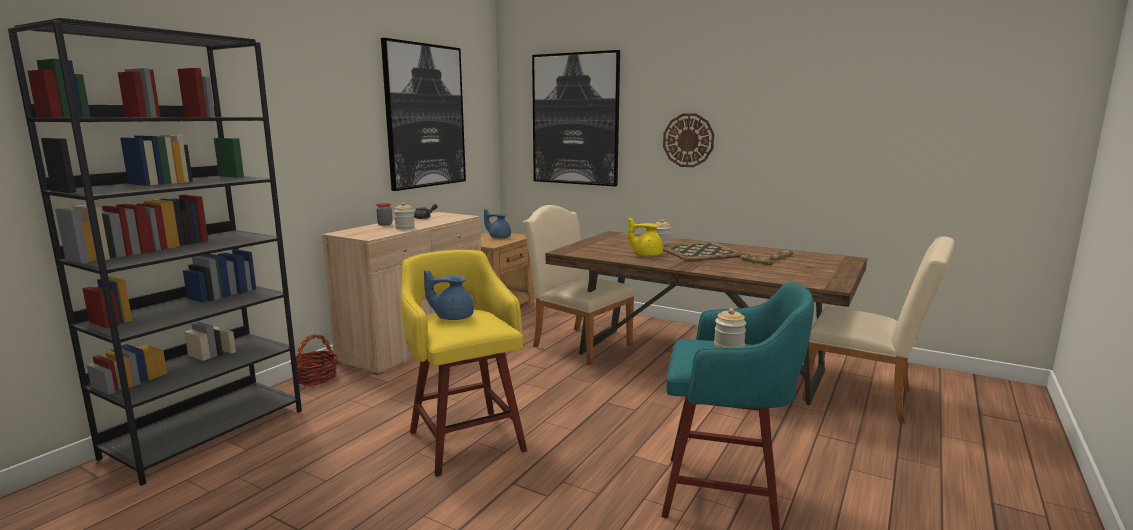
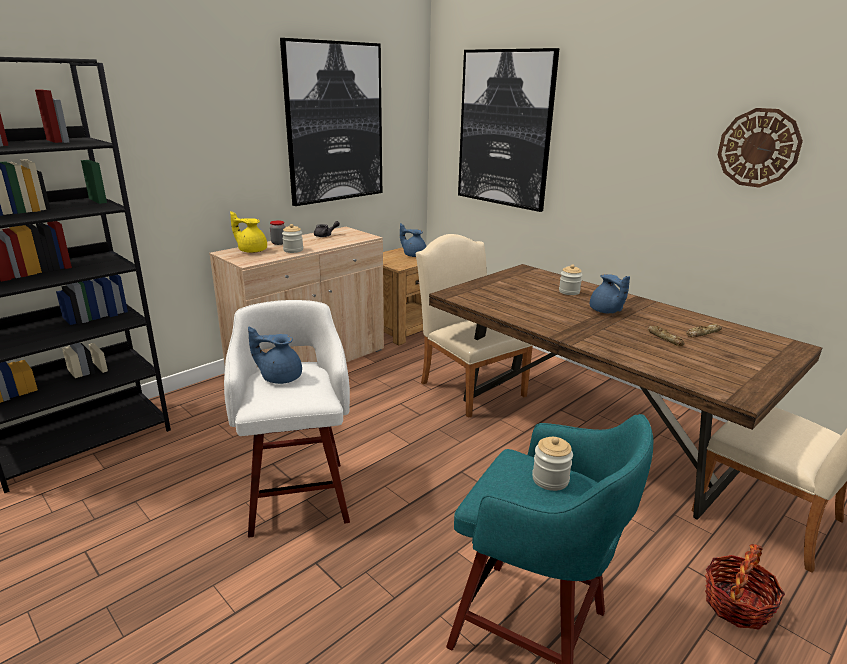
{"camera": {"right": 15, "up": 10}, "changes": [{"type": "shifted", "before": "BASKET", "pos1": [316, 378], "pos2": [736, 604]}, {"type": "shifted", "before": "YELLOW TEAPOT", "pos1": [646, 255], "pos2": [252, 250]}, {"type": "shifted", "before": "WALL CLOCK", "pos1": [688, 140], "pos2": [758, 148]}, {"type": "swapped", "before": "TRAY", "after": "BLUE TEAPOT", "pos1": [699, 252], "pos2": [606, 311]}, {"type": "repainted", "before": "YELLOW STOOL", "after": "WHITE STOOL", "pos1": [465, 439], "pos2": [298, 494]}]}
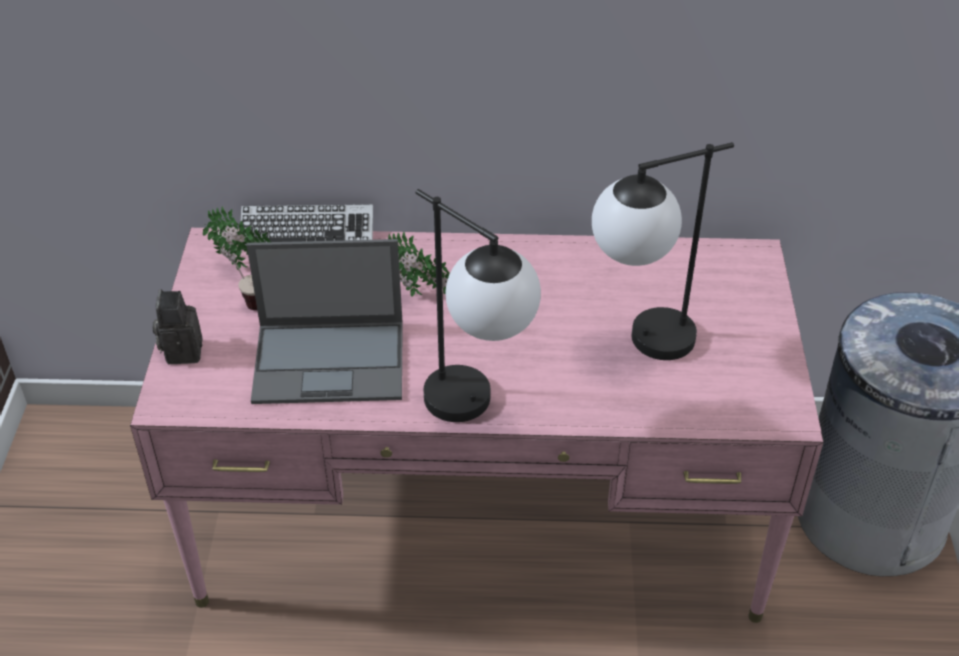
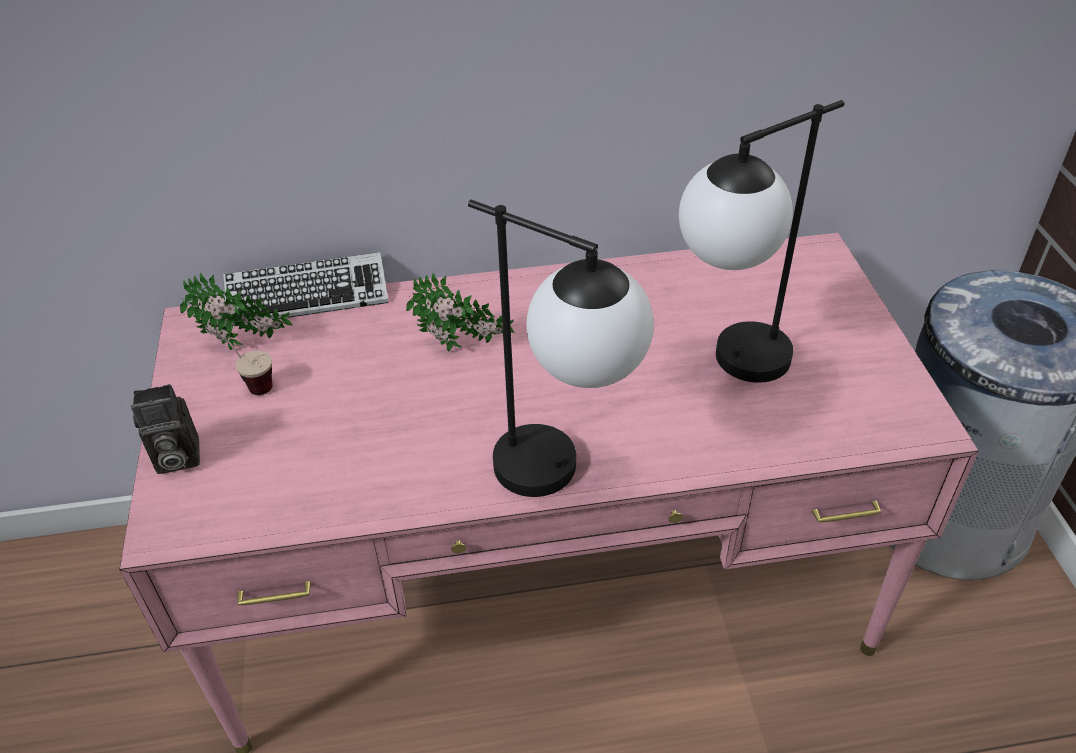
{"camera": {"right": -10, "up": 0}, "changes": [{"type": "gone", "before": "LAPTOP", "pos1": [331, 361]}, {"type": "rotated", "before": "PHOTO CAMERA", "pos1": [181, 350], "pos2": [175, 459], "turn": -90}]}
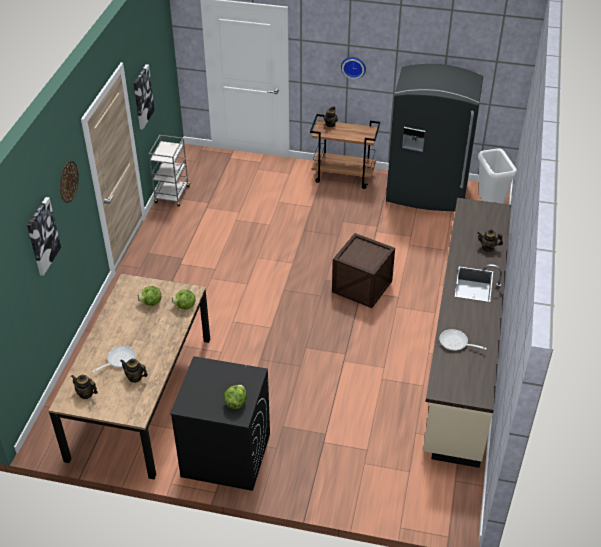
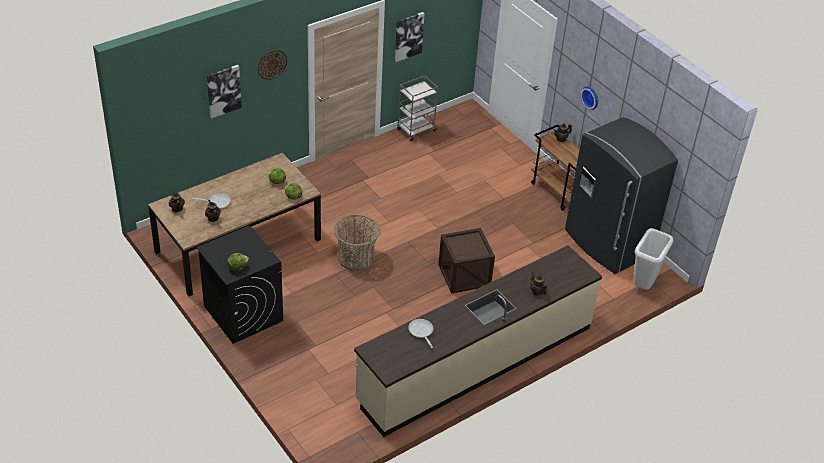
{"camera": {"right": 40, "up": 0}, "changes": [{"type": "new", "after": "BASKET", "pos2": [356, 257]}]}
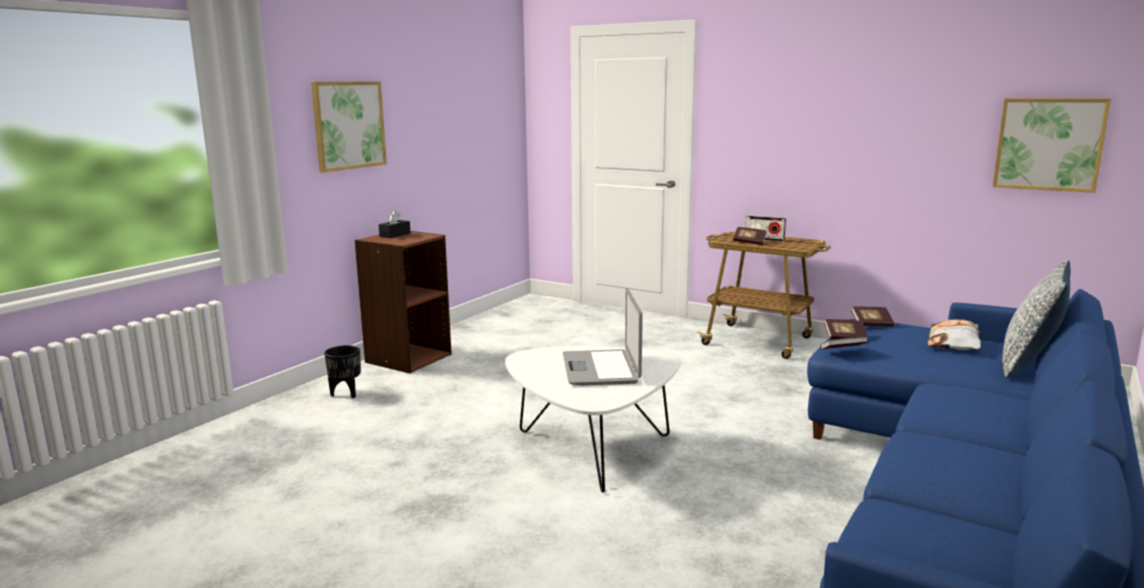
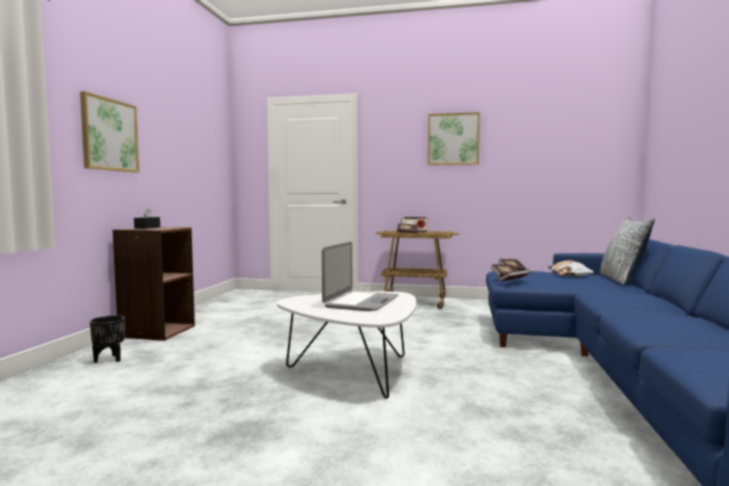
{"camera": {"right": -20, "up": -10}, "changes": [{"type": "shifted", "before": "PICTURE", "pos1": [1049, 144], "pos2": [453, 139]}, {"type": "rotated", "before": "LAPTOP", "pos1": [601, 369], "pos2": [361, 302], "turn": -135}]}
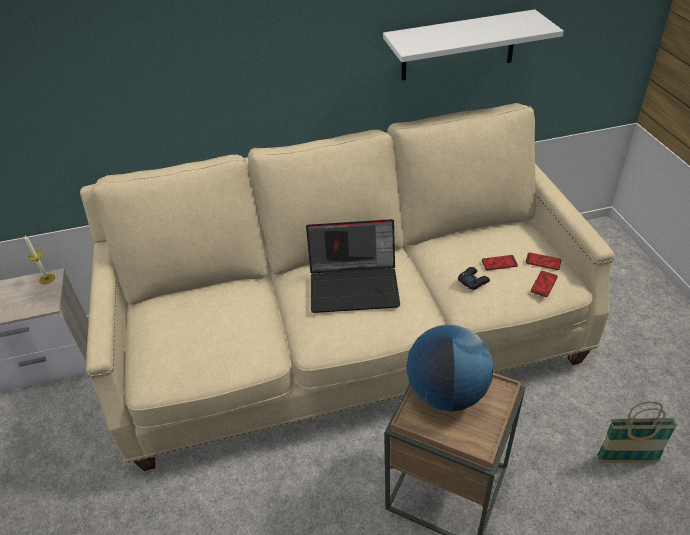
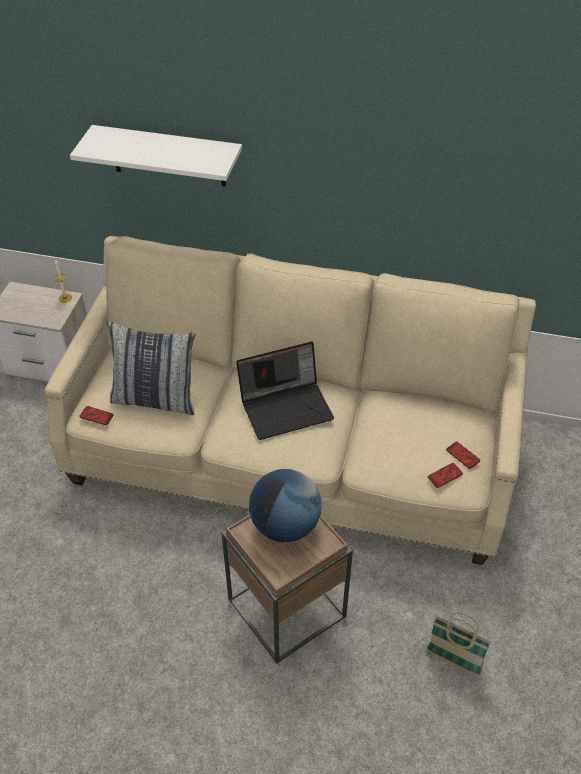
{"camera": {"right": 25, "up": 5}, "changes": [{"type": "gone", "before": "BLACK GAME CONTROLLER", "pos1": [473, 281]}, {"type": "new", "after": "PILLOW", "pos2": [155, 399]}, {"type": "shifted", "before": "WHITE SHELF", "pos1": [458, 46], "pos2": [168, 156]}, {"type": "shifted", "before": "PHONE", "pos1": [499, 263], "pos2": [96, 416]}, {"type": "rotated", "before": "LAPTOP", "pos1": [355, 285], "pos2": [286, 407], "turn": -45}]}
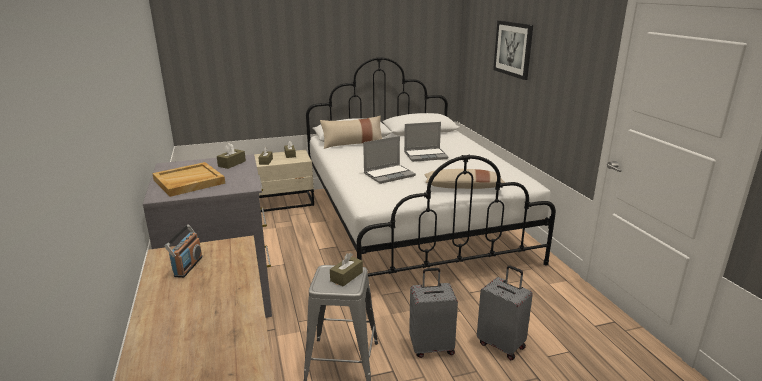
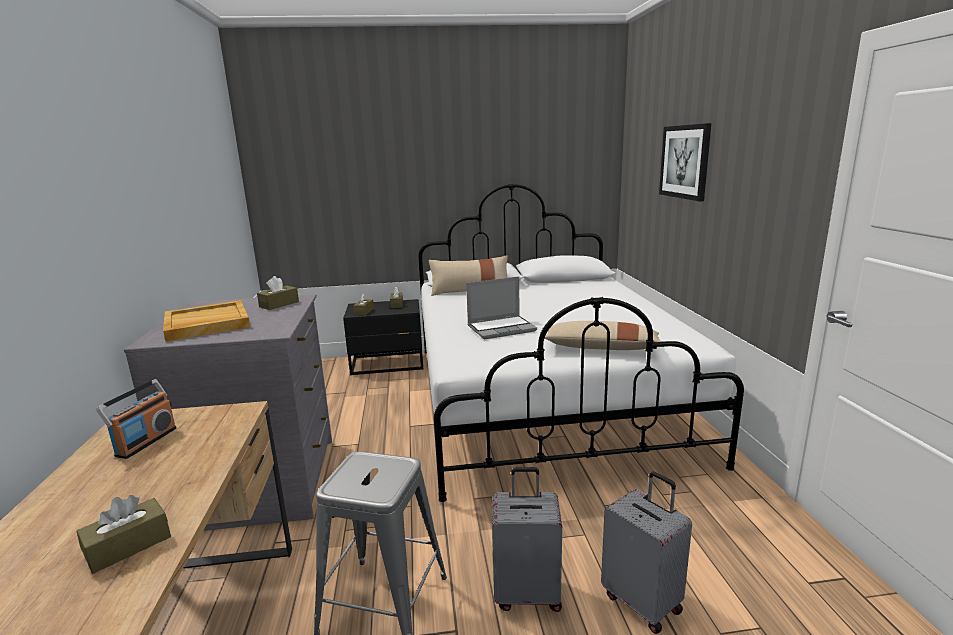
{"camera": {"right": 10, "up": -5}, "changes": [{"type": "gone", "before": "LAPTOP", "pos1": [426, 155]}, {"type": "shifted", "before": "BROWN TISSUE BOX", "pos1": [346, 276], "pos2": [128, 546]}, {"type": "repainted", "before": "BEIGE NIGHTSTAND", "after": "BLACK NIGHTSTAND", "pos1": [284, 202], "pos2": [388, 364]}]}
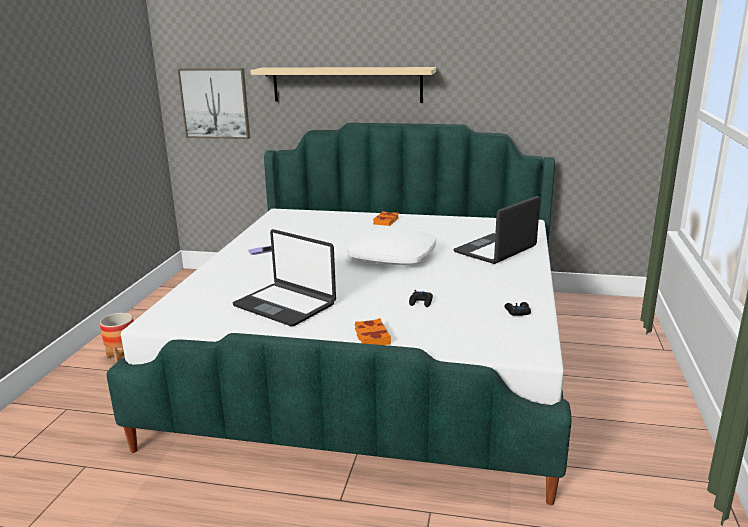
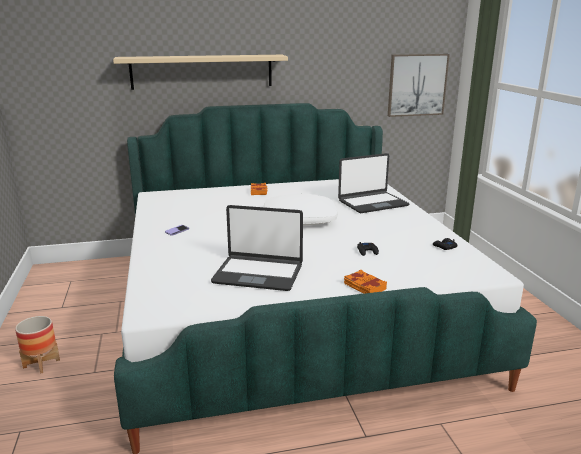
{"camera": {"right": -25, "up": 0}, "changes": [{"type": "shifted", "before": "PICTURE", "pos1": [215, 103], "pos2": [417, 85]}, {"type": "rotated", "before": "LAPTOP", "pos1": [496, 250], "pos2": [372, 203], "turn": -135}]}
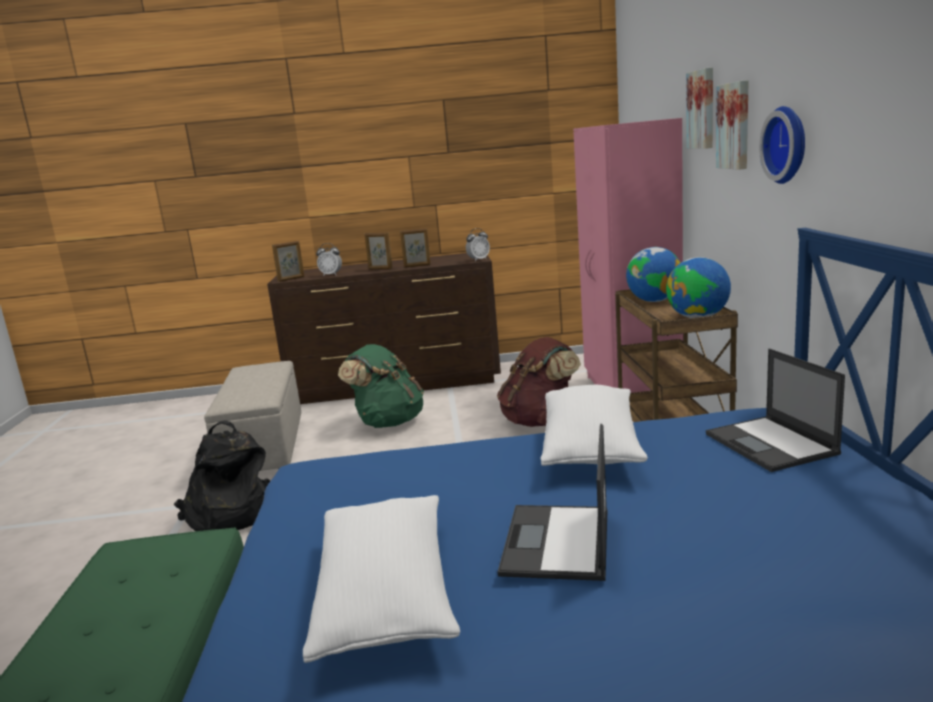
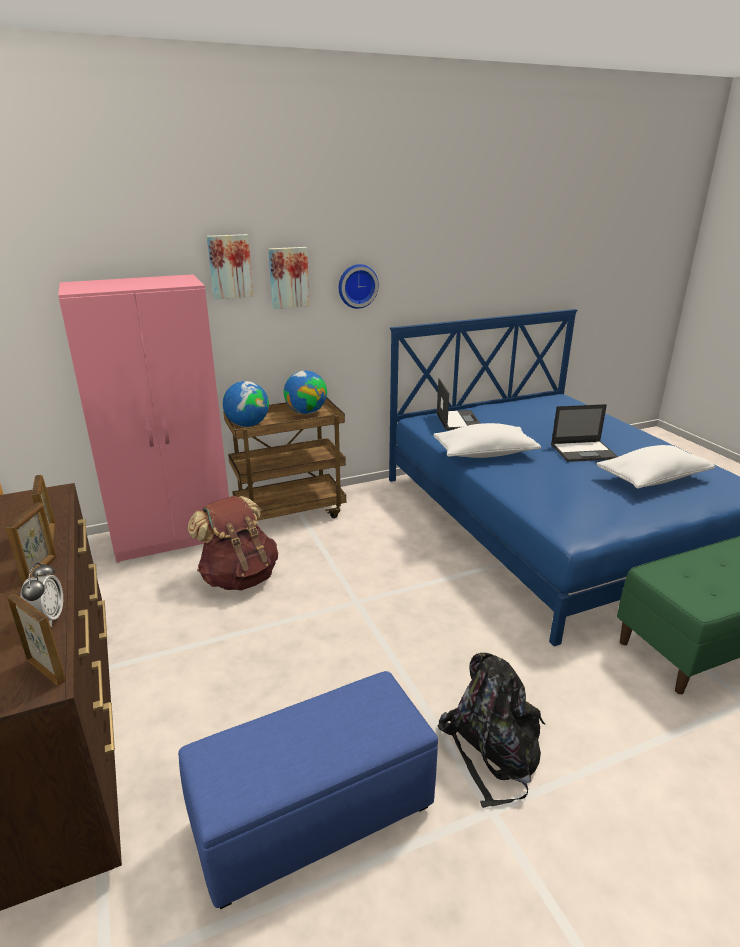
{"camera": {"right": -110, "up": 10}, "changes": [{"type": "gone", "before": "GREEN BACKPACK", "pos1": [388, 422]}, {"type": "gone", "before": "ALARM CLOCK", "pos1": [478, 260]}, {"type": "repainted", "before": "BEIGE OTTOMAN", "after": "BLUE OTTOMAN", "pos1": [264, 448], "pos2": [315, 814]}, {"type": "rotated", "before": "LAPTOP", "pos1": [771, 444], "pos2": [458, 420], "turn": -60}]}
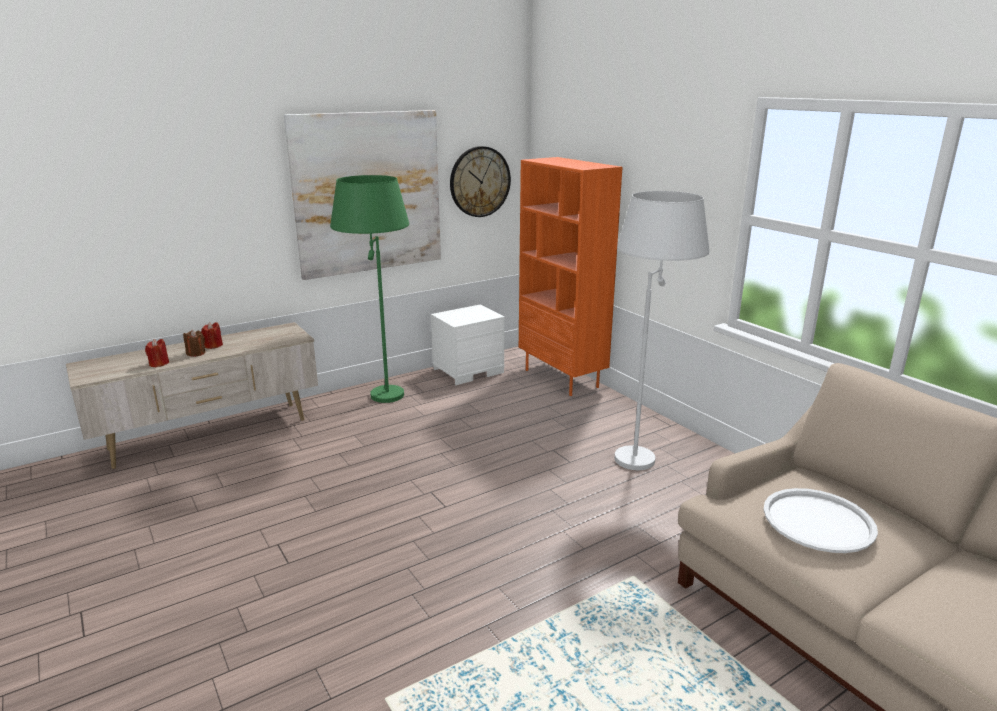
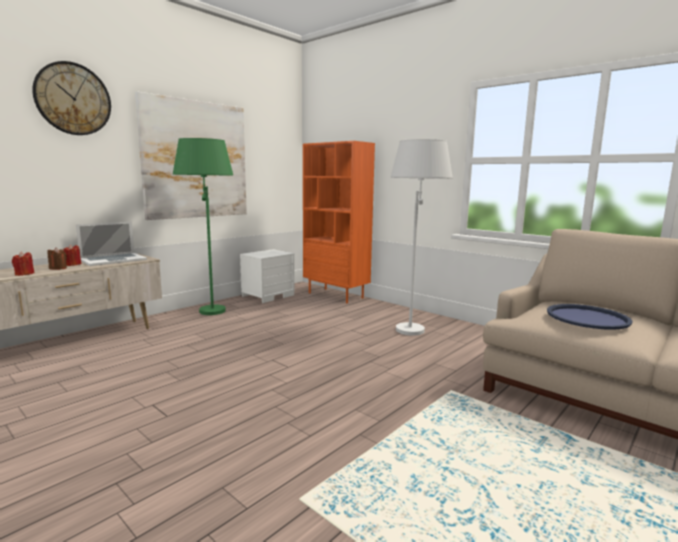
{"camera": {"right": -15, "up": -10}, "changes": [{"type": "new", "after": "LAPTOP", "pos2": [113, 260]}, {"type": "shifted", "before": "WALL CLOCK", "pos1": [480, 181], "pos2": [73, 99]}, {"type": "repainted", "before": "WHITE TRAY", "after": "BLUE TRAY", "pos1": [818, 521], "pos2": [587, 317]}]}
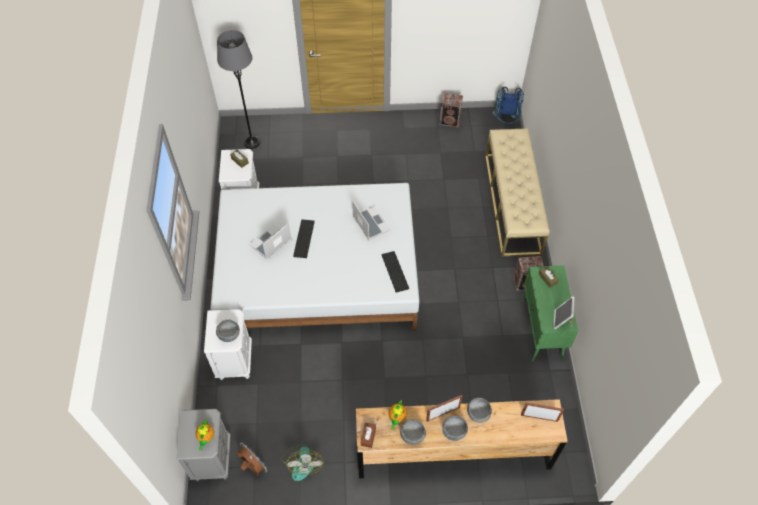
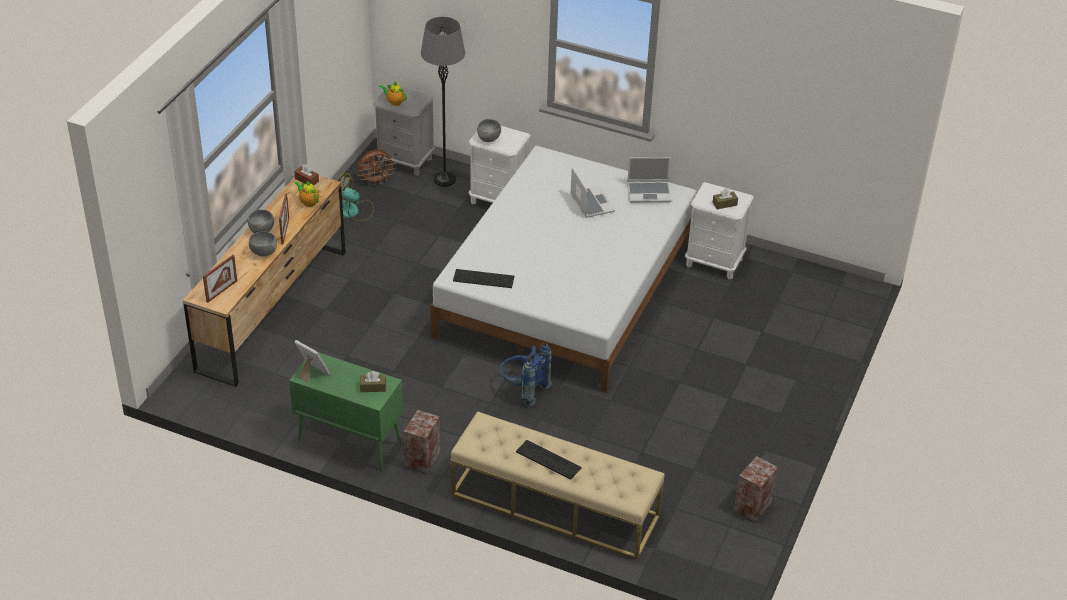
{"camera": {"right": 115, "up": -15}, "changes": [{"type": "gone", "before": "GREY BOWL", "pos1": [412, 437]}, {"type": "shifted", "before": "GREY FLOOR LAMP", "pos1": [252, 142], "pos2": [444, 179]}, {"type": "shifted", "before": "KEYBOARD", "pos1": [304, 239], "pos2": [547, 460]}, {"type": "shifted", "before": "LAPTOP", "pos1": [370, 223], "pos2": [649, 192]}, {"type": "shifted", "before": "BLUE BACKPACK", "pos1": [506, 122], "pos2": [523, 390]}]}
